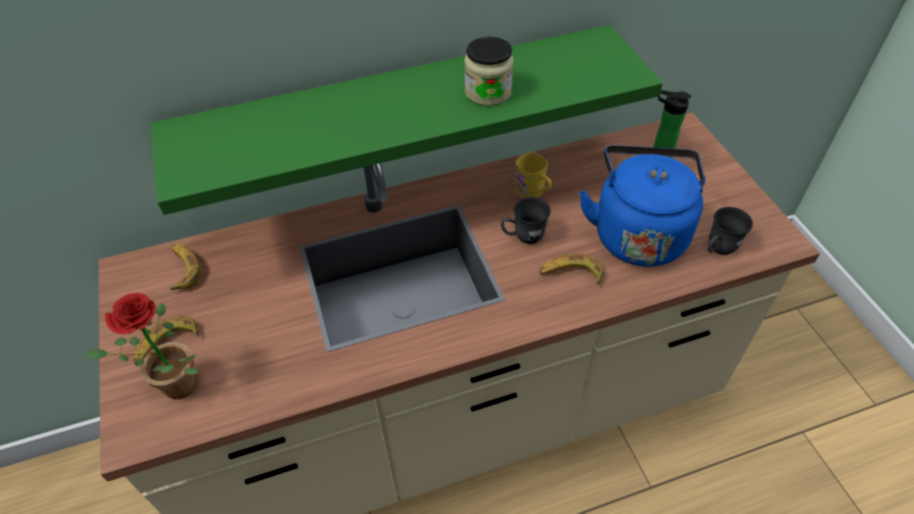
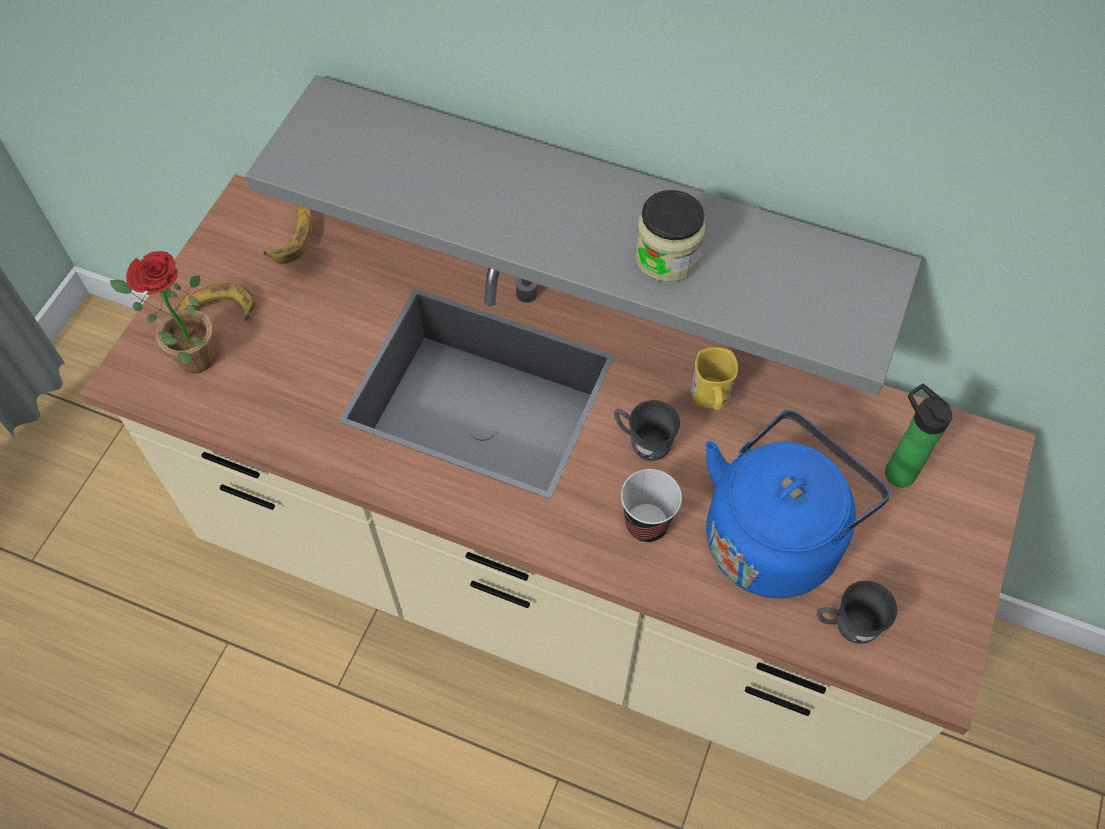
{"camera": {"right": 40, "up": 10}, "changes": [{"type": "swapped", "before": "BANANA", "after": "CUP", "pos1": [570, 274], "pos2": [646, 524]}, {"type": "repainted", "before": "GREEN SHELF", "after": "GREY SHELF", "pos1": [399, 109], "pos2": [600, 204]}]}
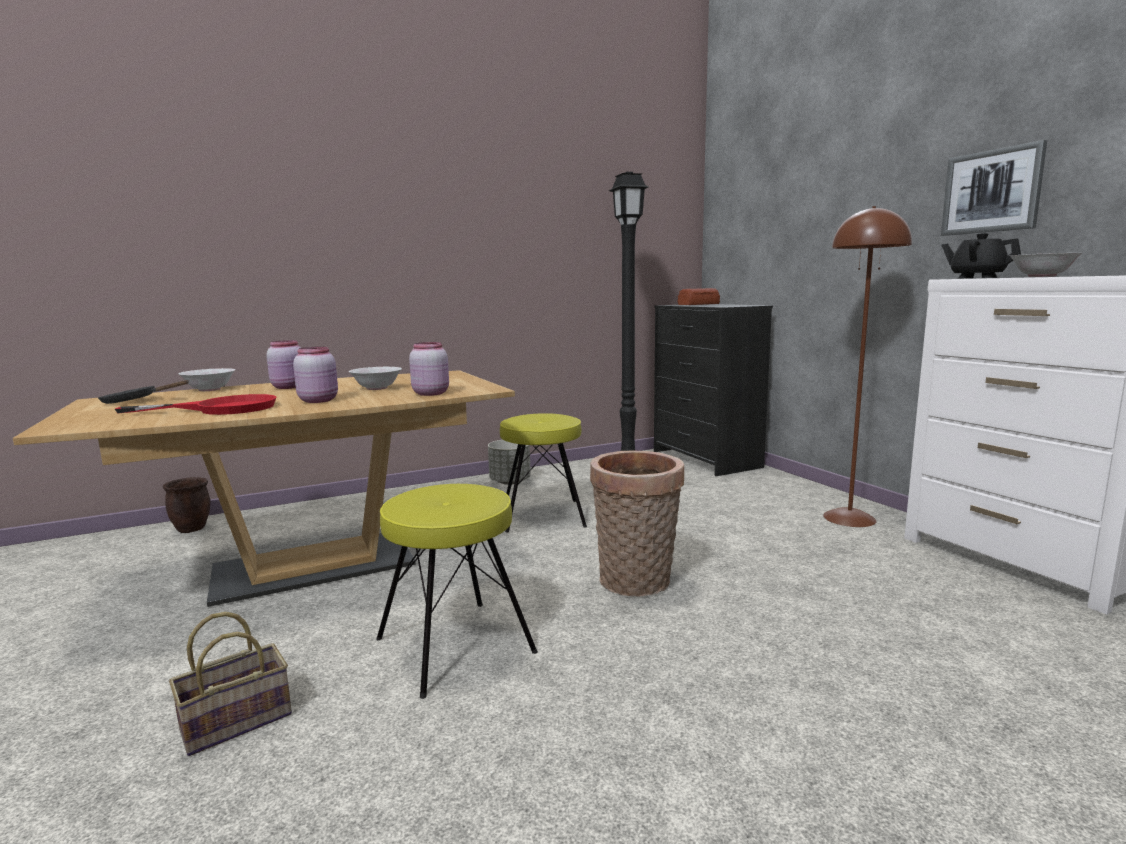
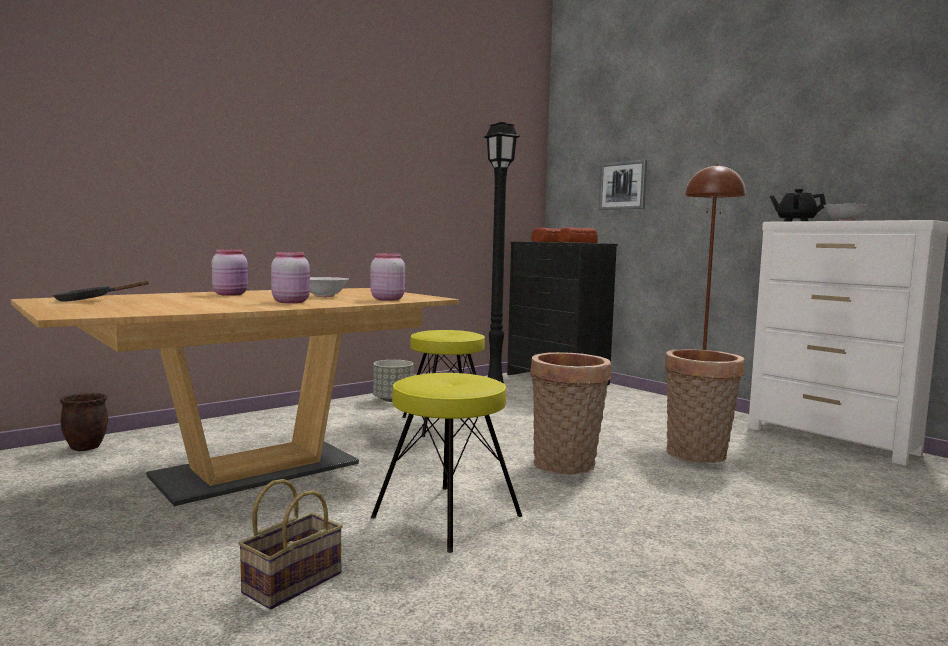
{"camera": {"right": -15, "up": -5}, "changes": [{"type": "gone", "before": "RED FRYING PAN", "pos1": [222, 409]}, {"type": "gone", "before": "WHITE BOWL", "pos1": [209, 389]}, {"type": "new", "after": "BREAD", "pos2": [577, 242]}, {"type": "new", "after": "BASKET", "pos2": [697, 456]}, {"type": "shifted", "before": "PICTURE", "pos1": [992, 191], "pos2": [623, 186]}]}
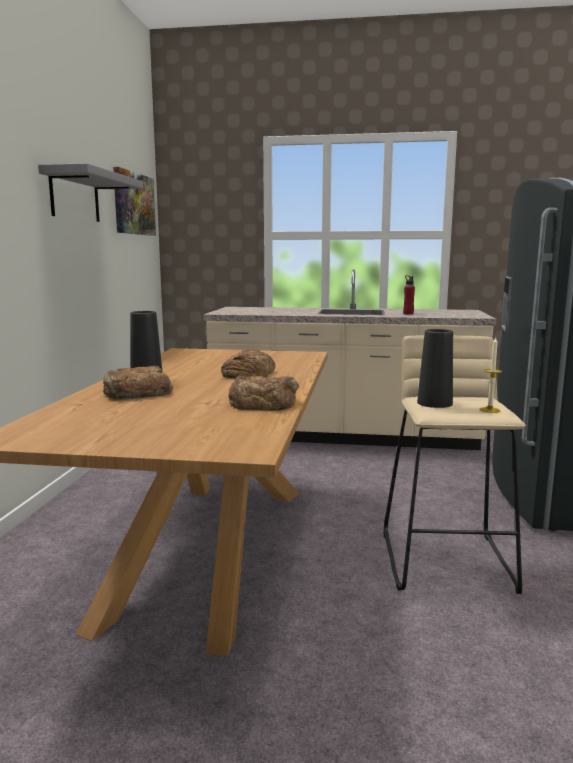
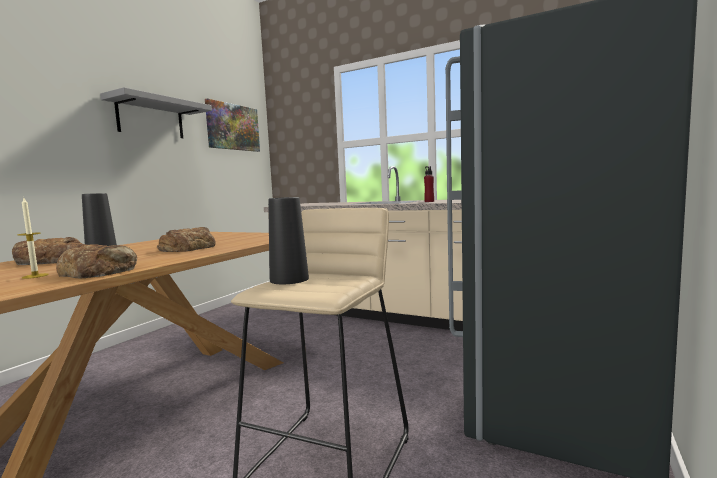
{"camera": {"right": 20, "up": -5}, "changes": [{"type": "shifted", "before": "CANDLE", "pos1": [490, 410], "pos2": [35, 276]}]}
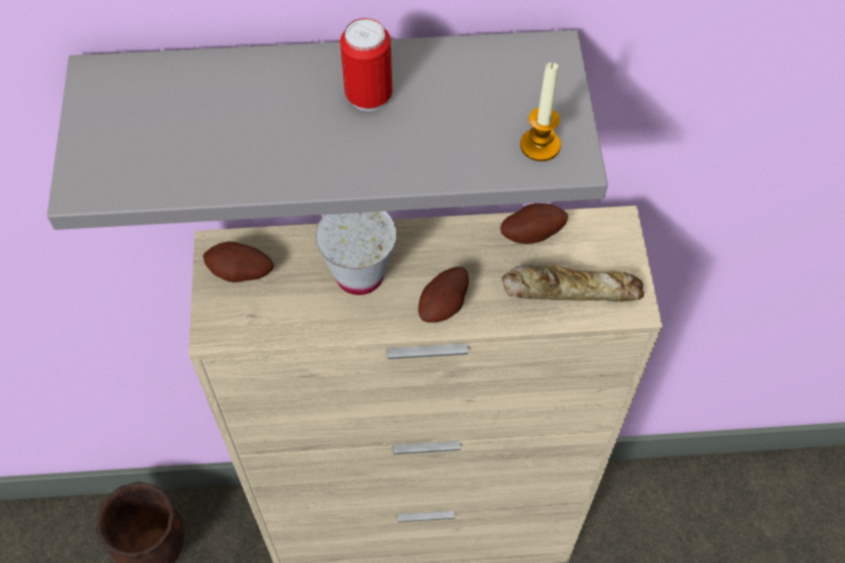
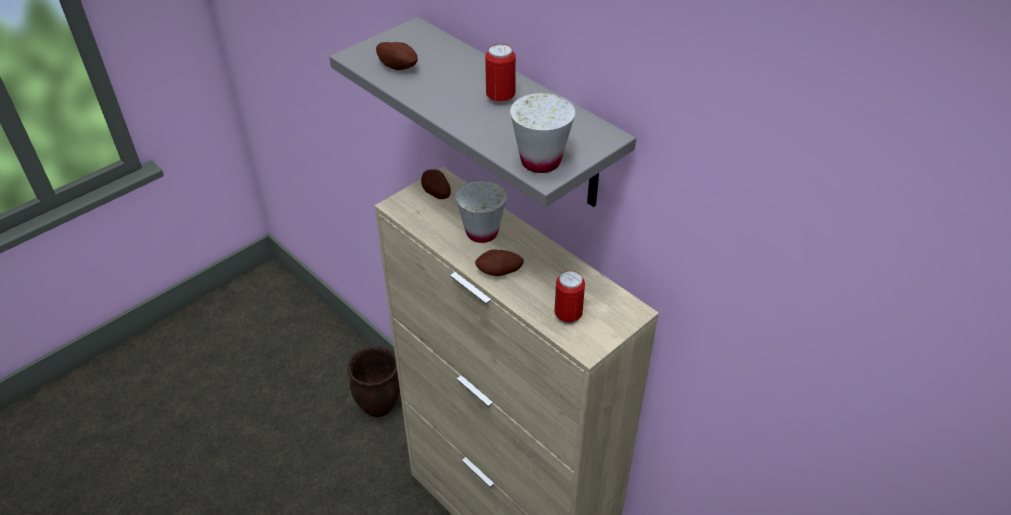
{"camera": {"right": 50, "up": -15}, "changes": [{"type": "shifted", "before": "POTATO", "pos1": [531, 232], "pos2": [398, 66]}, {"type": "swapped", "before": "BREAD", "after": "CAN", "pos1": [571, 289], "pos2": [568, 315]}, {"type": "swapped", "before": "CANDLE", "after": "WHITE CUP", "pos1": [540, 145], "pos2": [540, 161]}]}
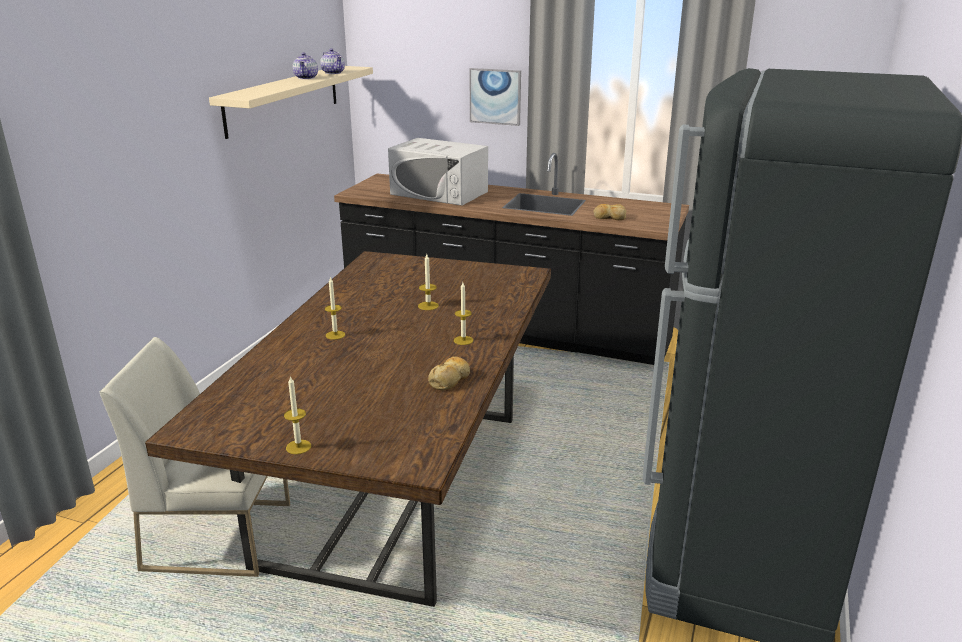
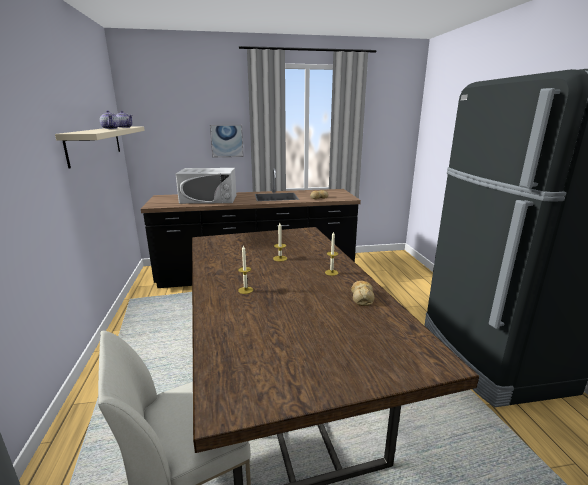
{"camera": {"right": -30, "up": -5}, "changes": [{"type": "gone", "before": "CANDLE", "pos1": [298, 447]}]}
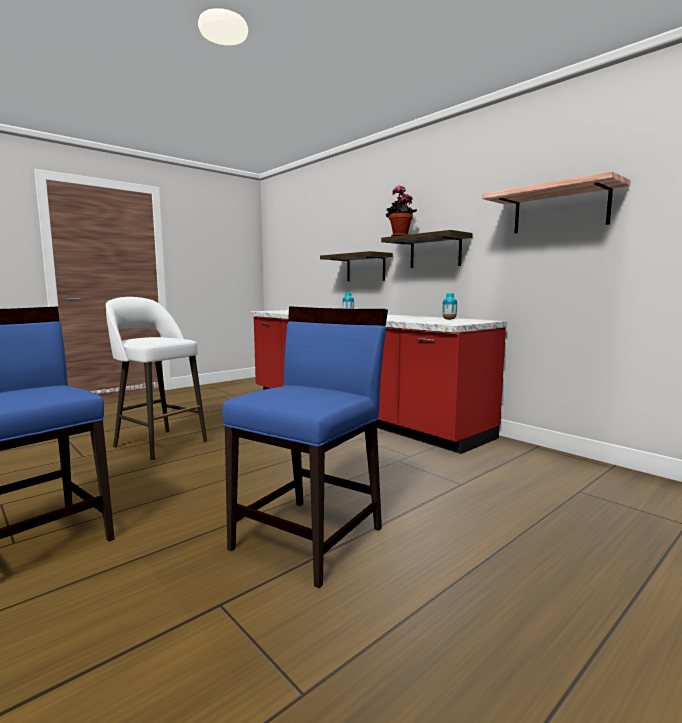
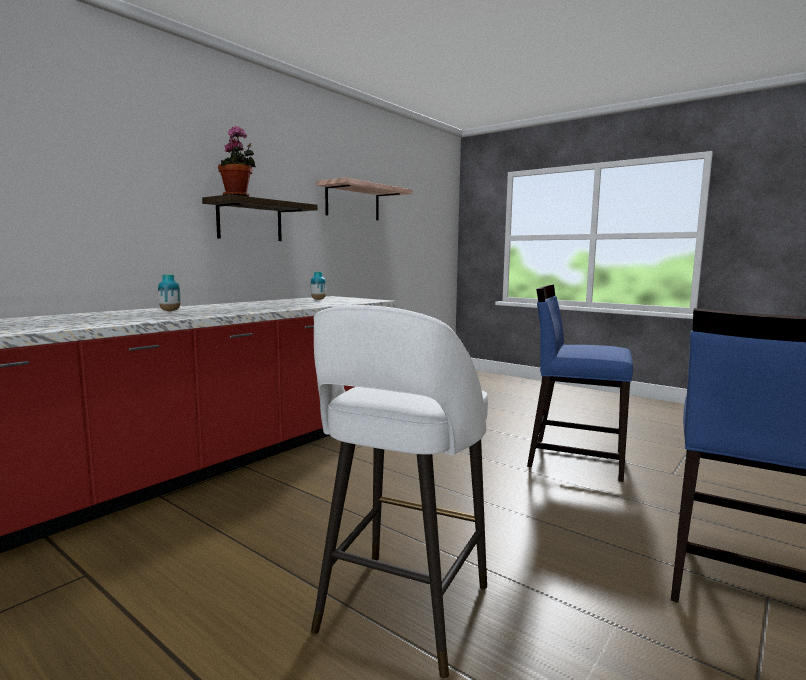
{"camera": {"right": -100, "up": 0}, "changes": [{"type": "gone", "before": "SHELF", "pos1": [365, 268]}]}
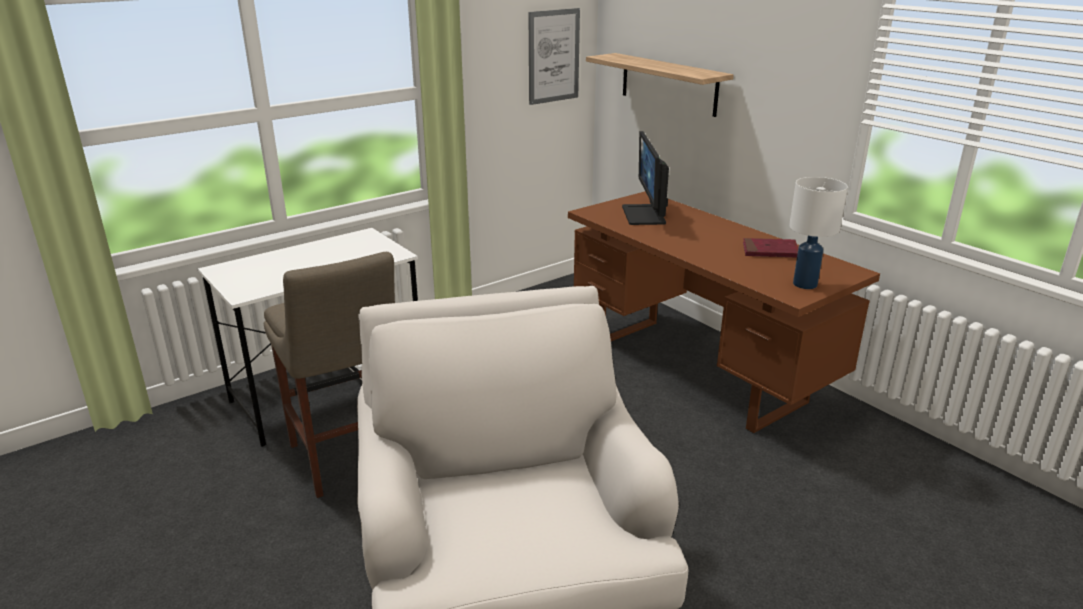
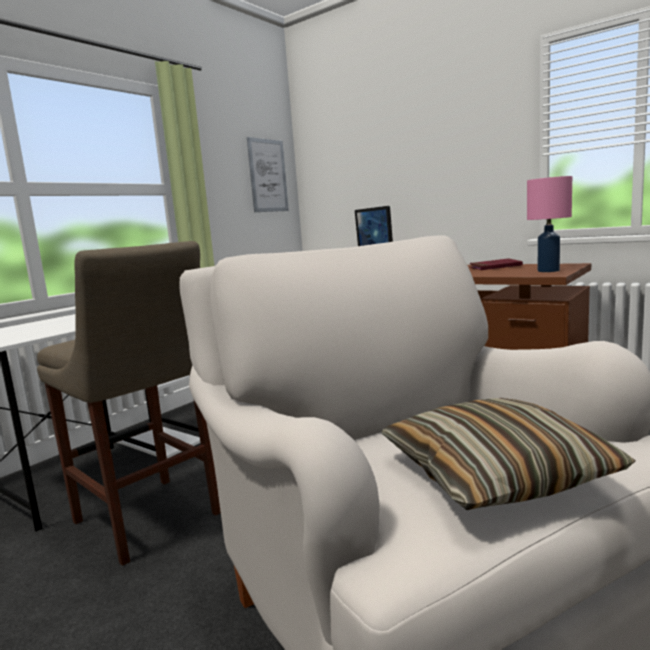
{"camera": {"right": -15, "up": -15}, "changes": [{"type": "gone", "before": "SHELF", "pos1": [668, 84]}, {"type": "new", "after": "PILLOW", "pos2": [495, 473]}, {"type": "repainted", "before": "WHITE TABLE LAMP", "after": "PINK TABLE LAMP", "pos1": [804, 284], "pos2": [547, 271]}]}
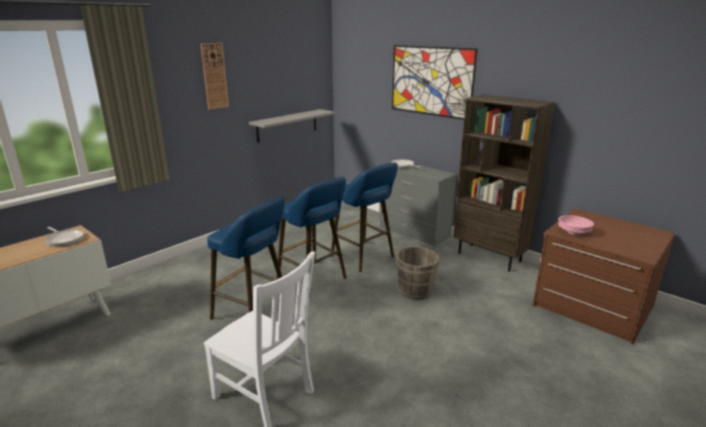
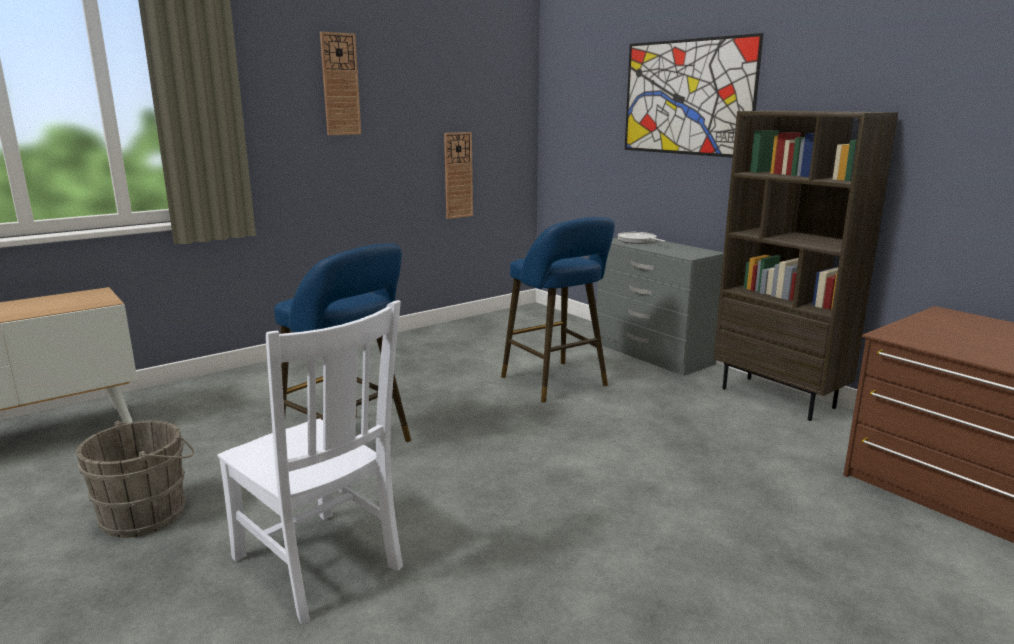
{"camera": {"right": 10, "up": -5}, "changes": [{"type": "gone", "before": "FRYING PAN", "pos1": [64, 239]}, {"type": "gone", "before": "BLUE STOOL", "pos1": [314, 280]}, {"type": "gone", "before": "PINK BOWL", "pos1": [574, 232]}, {"type": "shifted", "before": "GREY BUCKET", "pos1": [417, 289], "pos2": [149, 513]}, {"type": "swapped", "before": "GREY SHELF", "after": "WALL CLOCK", "pos1": [287, 125], "pos2": [458, 175]}]}
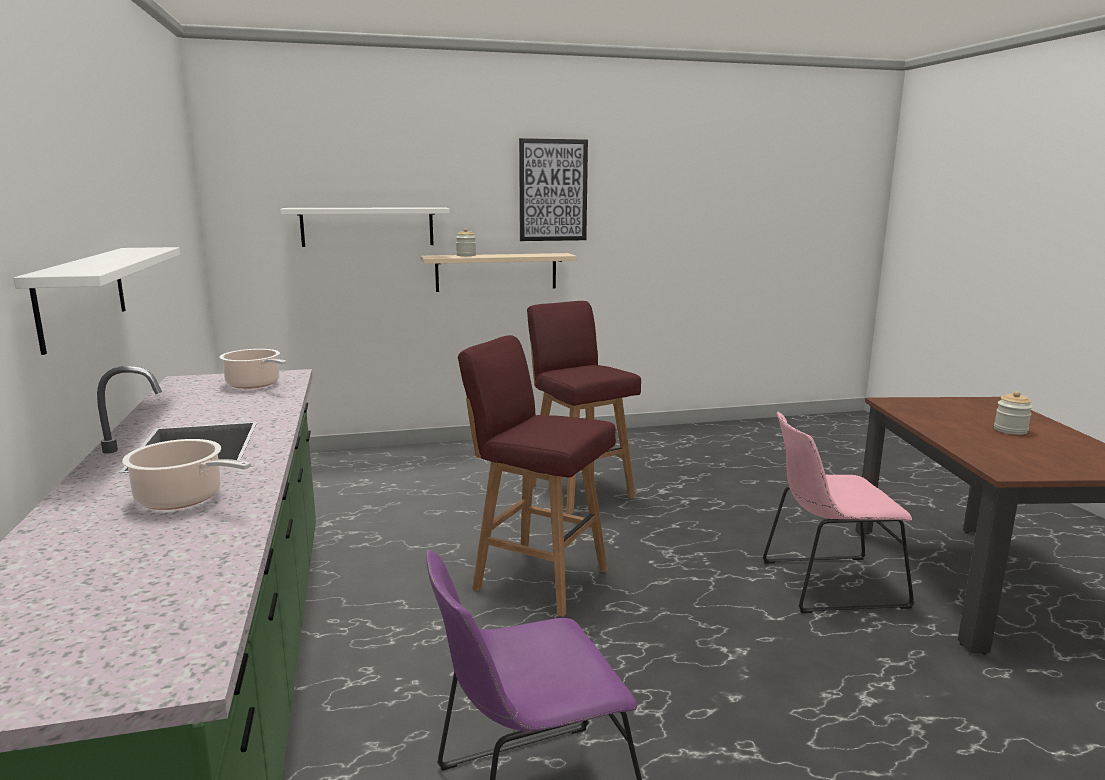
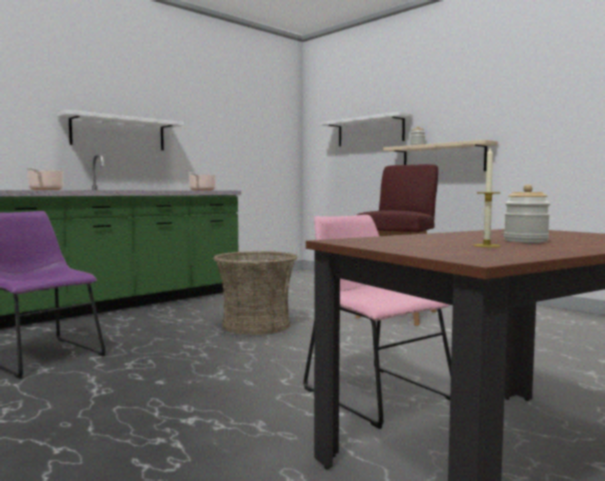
{"camera": {"right": 60, "up": -10}, "changes": [{"type": "gone", "before": "PICTURE", "pos1": [553, 190]}, {"type": "new", "after": "CANDLE", "pos2": [486, 246]}, {"type": "swapped", "before": "RED STOOL", "after": "BASKET", "pos1": [538, 578], "pos2": [256, 325]}]}
